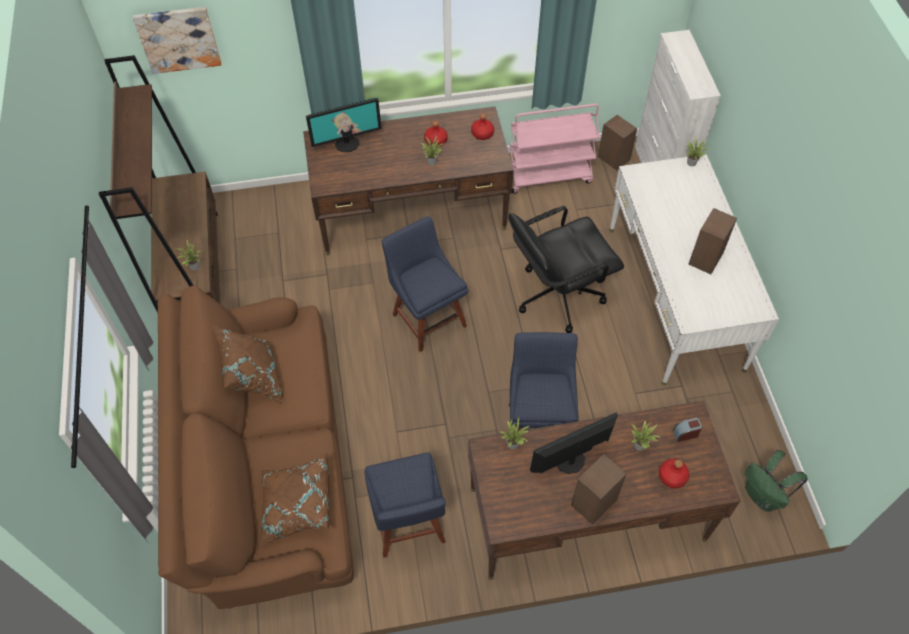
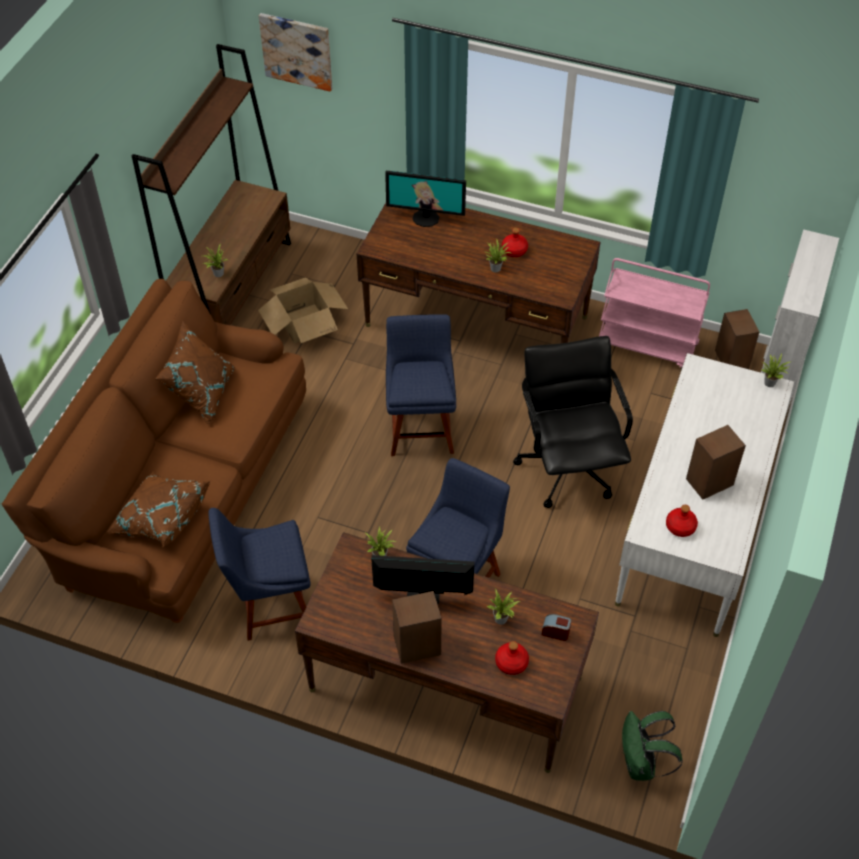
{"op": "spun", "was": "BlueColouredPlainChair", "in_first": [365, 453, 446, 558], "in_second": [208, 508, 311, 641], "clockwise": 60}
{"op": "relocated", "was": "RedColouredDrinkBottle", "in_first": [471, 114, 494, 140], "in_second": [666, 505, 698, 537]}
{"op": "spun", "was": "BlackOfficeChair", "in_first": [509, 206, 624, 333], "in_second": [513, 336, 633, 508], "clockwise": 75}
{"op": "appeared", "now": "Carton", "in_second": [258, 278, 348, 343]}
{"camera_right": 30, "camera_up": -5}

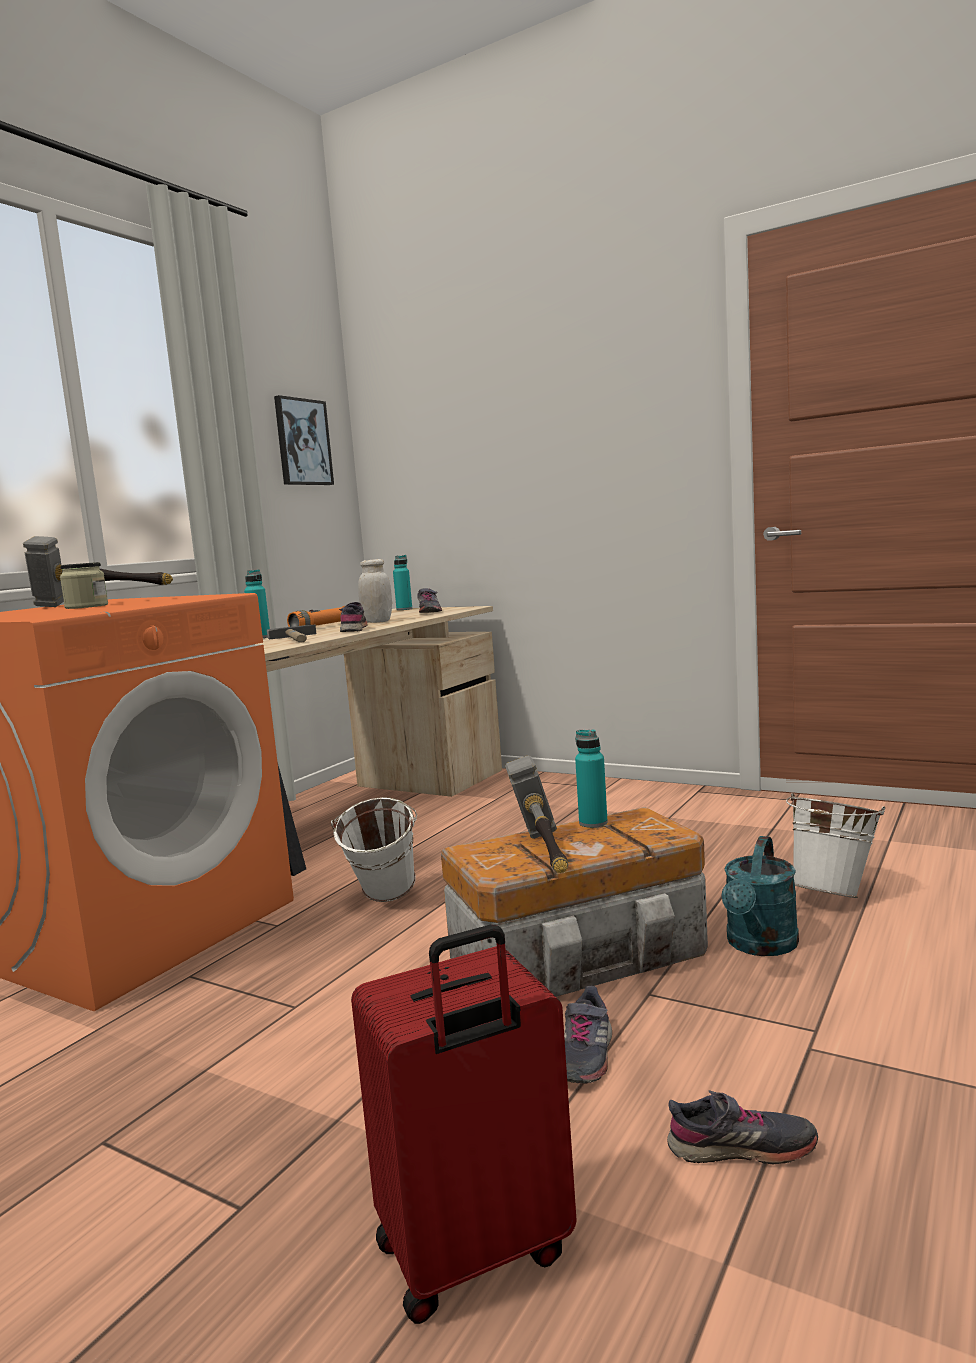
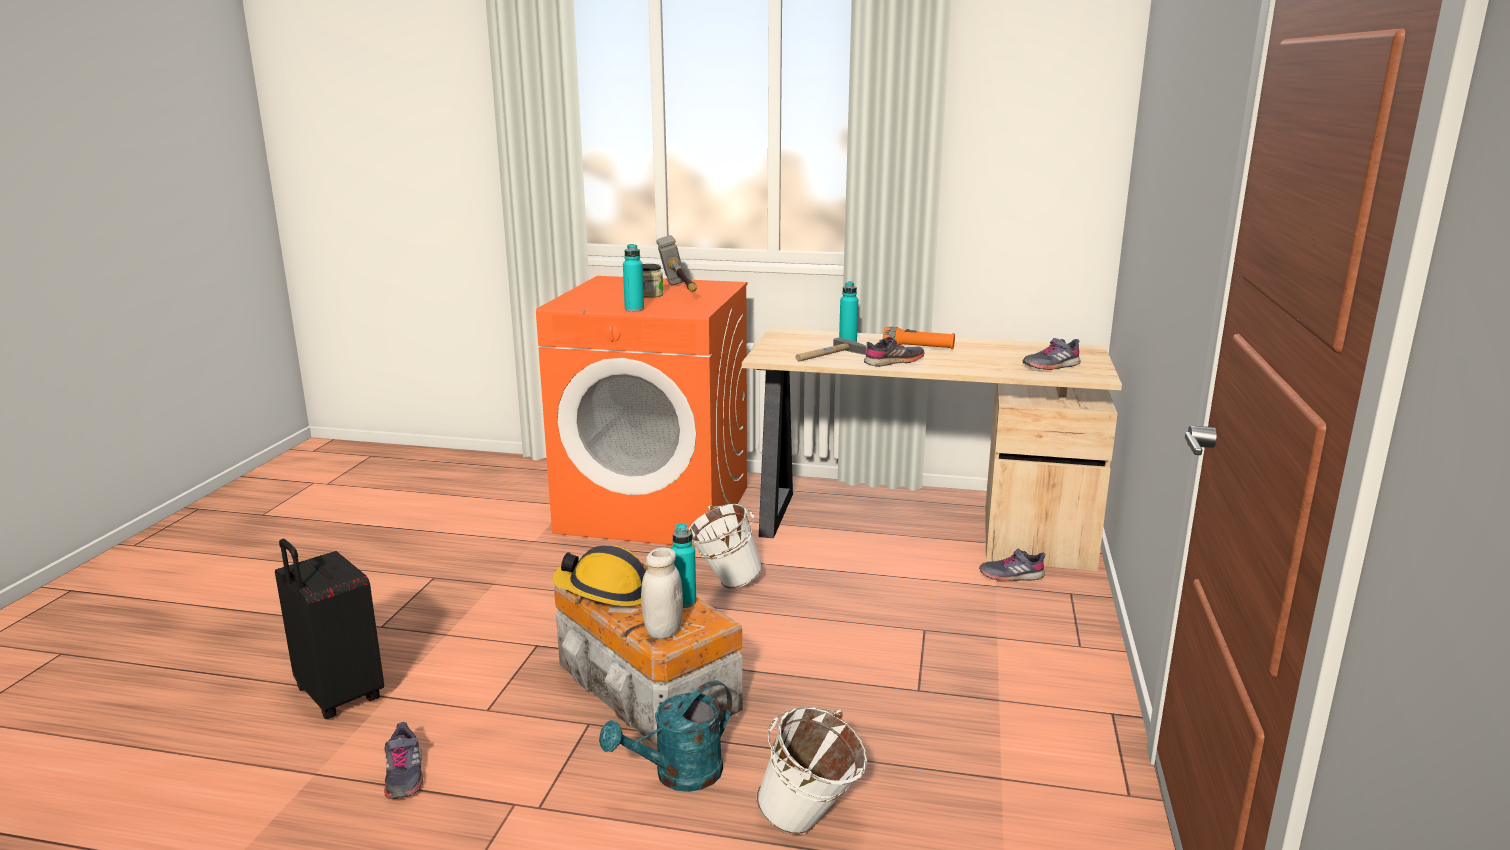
{"op": "missing", "was": "WallArt", "in_first": [274, 395, 334, 485]}
{"op": "colour", "was": "RedColouredSuitcase", "now": "BlackSuitcase", "in_first": [351, 925, 577, 1324], "in_second": [275, 539, 384, 719]}
{"op": "relocated", "was": "WhitishPreserveJar", "in_first": [358, 559, 392, 623], "in_second": [641, 547, 683, 639]}
{"op": "relocated", "was": "TurquoiseDrinkBottle", "in_first": [393, 555, 412, 610], "in_second": [623, 244, 644, 312]}
{"op": "exchanged", "was": "ToolHammer", "now": "SafetyHelmet", "in_first": [505, 756, 568, 873], "in_second": [552, 545, 646, 607]}
{"op": "relocated", "was": "GreyLowShoe", "in_first": [564, 986, 612, 1083], "in_second": [979, 549, 1045, 582]}
{"op": "spun", "was": "TurquoiseWateringPot", "in_first": [722, 836, 799, 956], "in_second": [599, 680, 732, 792], "clockwise": -45}
{"camera_right": 70, "camera_up": 10}

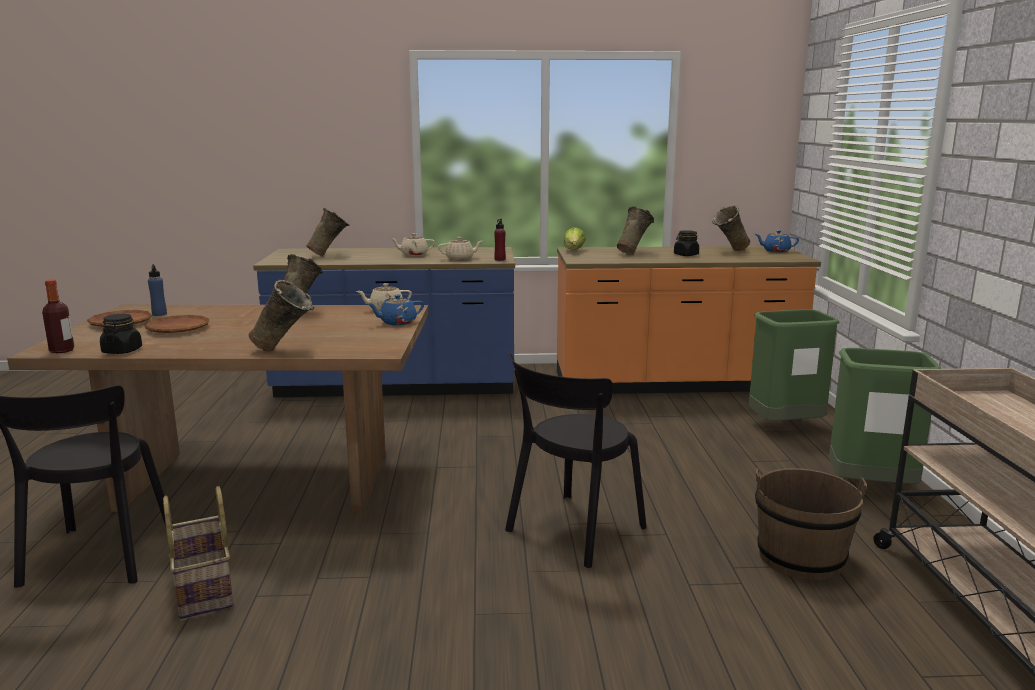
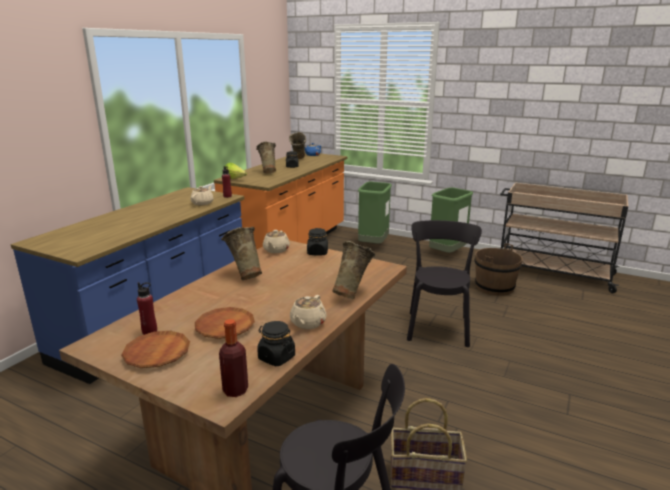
{"op": "colour", "was": "BlueColouredDrinkBottle", "now": "RedColouredDrinkBottle", "in_first": [148, 264, 167, 316], "in_second": [137, 282, 157, 335]}
{"op": "missing", "was": "BeigeDecorativeVase", "in_first": [306, 208, 349, 257]}
{"op": "exchanged", "was": "BlueColouredTeaPot", "now": "BlackPreserveJar", "in_first": [368, 294, 424, 325], "in_second": [307, 228, 328, 256]}
{"op": "relocated", "was": "BeigeTeaPot", "in_first": [390, 233, 435, 256], "in_second": [290, 295, 327, 329]}
{"op": "spun", "was": "BlackPlainChair", "in_first": [505, 353, 647, 568], "in_second": [407, 220, 482, 347], "clockwise": -150}
{"camera_right": -60, "camera_up": 5}

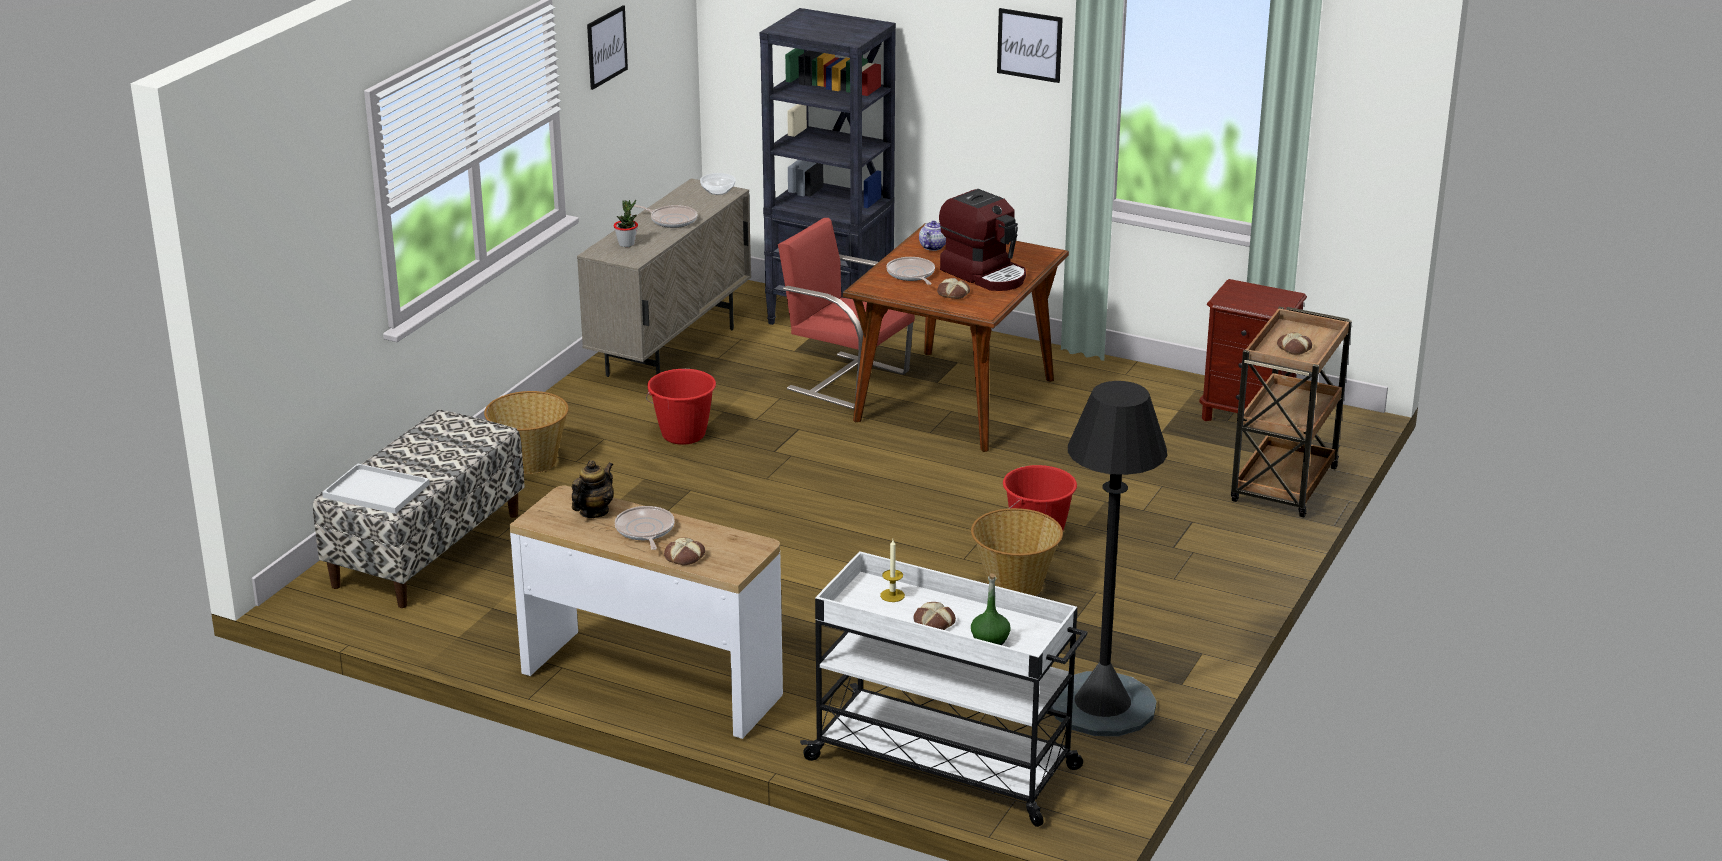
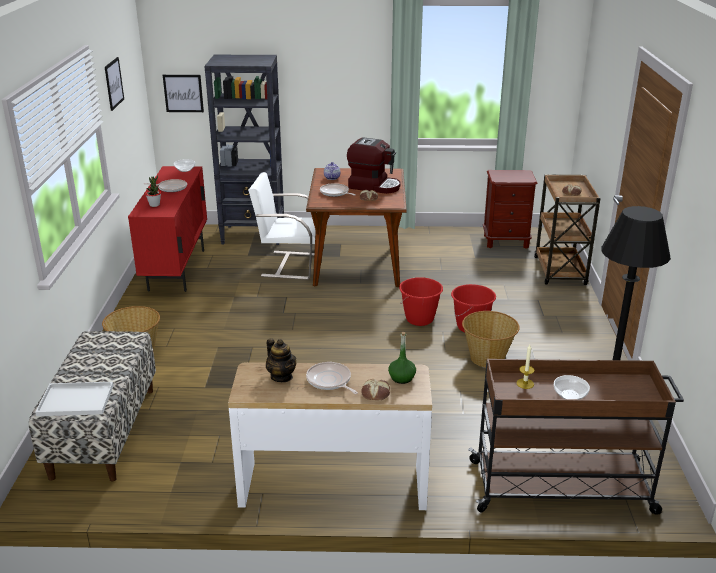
{"op": "spun", "was": "TeaPot", "in_first": [572, 460, 614, 518], "in_second": [266, 338, 296, 382], "clockwise": 135}
{"op": "colour", "was": "BeigeCupboard", "now": "RedColouredCupboard", "in_first": [577, 178, 751, 377], "in_second": [128, 166, 207, 292]}
{"op": "relocated", "was": "RedColouredWaterBucket", "in_first": [646, 369, 716, 445], "in_second": [399, 277, 443, 326]}
{"op": "colour", "was": "RedColouredPlainChair", "now": "WhitishPlainChair", "in_first": [778, 218, 915, 409], "in_second": [248, 172, 316, 280]}
{"op": "colour", "was": "WhitishTrolley", "now": "BrownishTrolley", "in_first": [800, 551, 1087, 827], "in_second": [468, 359, 684, 515]}
{"op": "exchanged", "was": "BakeryBread", "now": "Bowl", "in_first": [913, 602, 956, 630], "in_second": [554, 375, 590, 399]}
{"op": "relocated", "was": "GreenishDrinkBottle", "in_first": [971, 573, 1011, 645], "in_second": [388, 332, 416, 384]}
{"op": "relocated", "was": "WallArt", "in_first": [997, 8, 1063, 83], "in_second": [163, 75, 204, 112]}
{"camera_right": -25, "camera_up": 0}

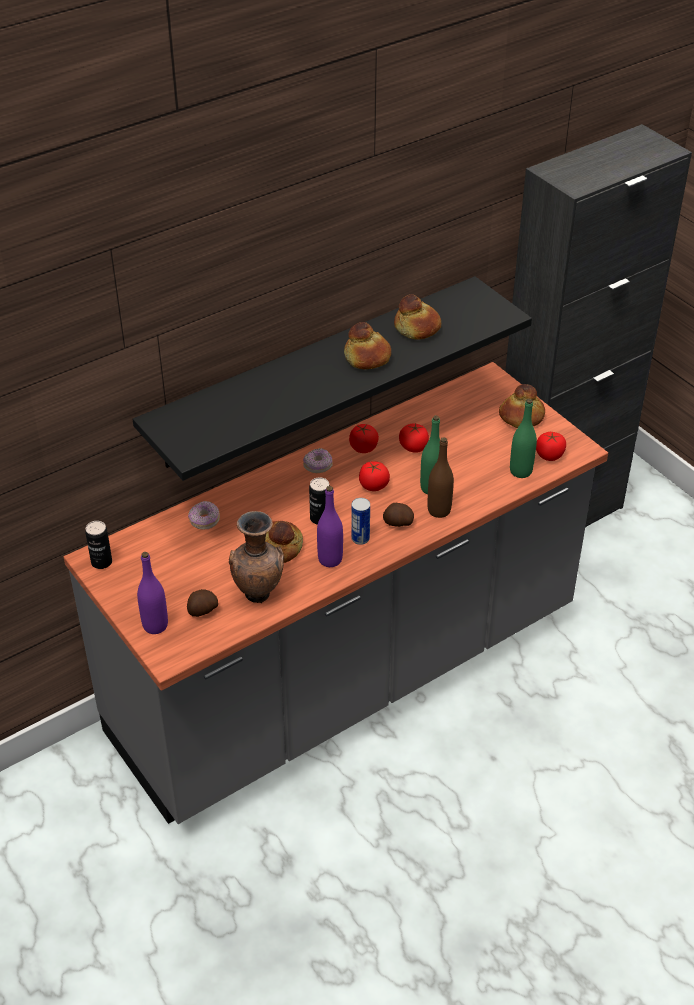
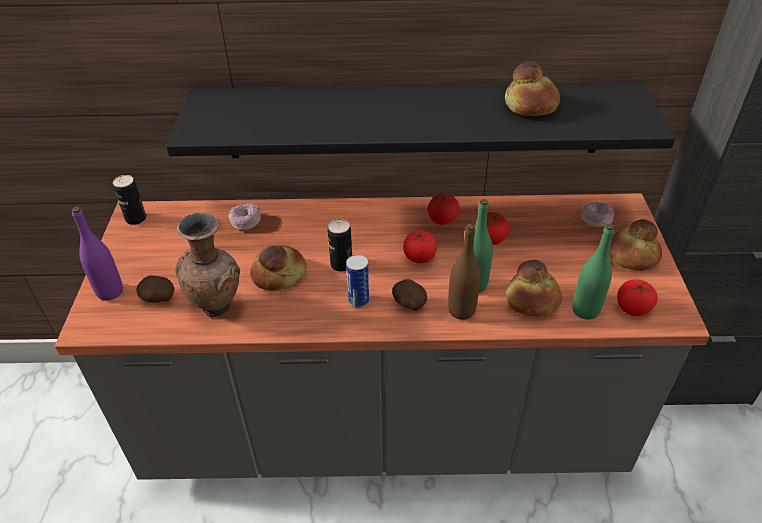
{"op": "relocated", "was": "RingDoughnut", "in_first": [303, 448, 333, 473], "in_second": [581, 202, 614, 227]}
{"op": "missing", "was": "PurpleDrinkBottle", "in_first": [317, 486, 343, 567]}
{"op": "relocated", "was": "BakeryBread", "in_first": [344, 322, 391, 369], "in_second": [506, 260, 562, 317]}
{"camera_right": 35, "camera_up": 0}

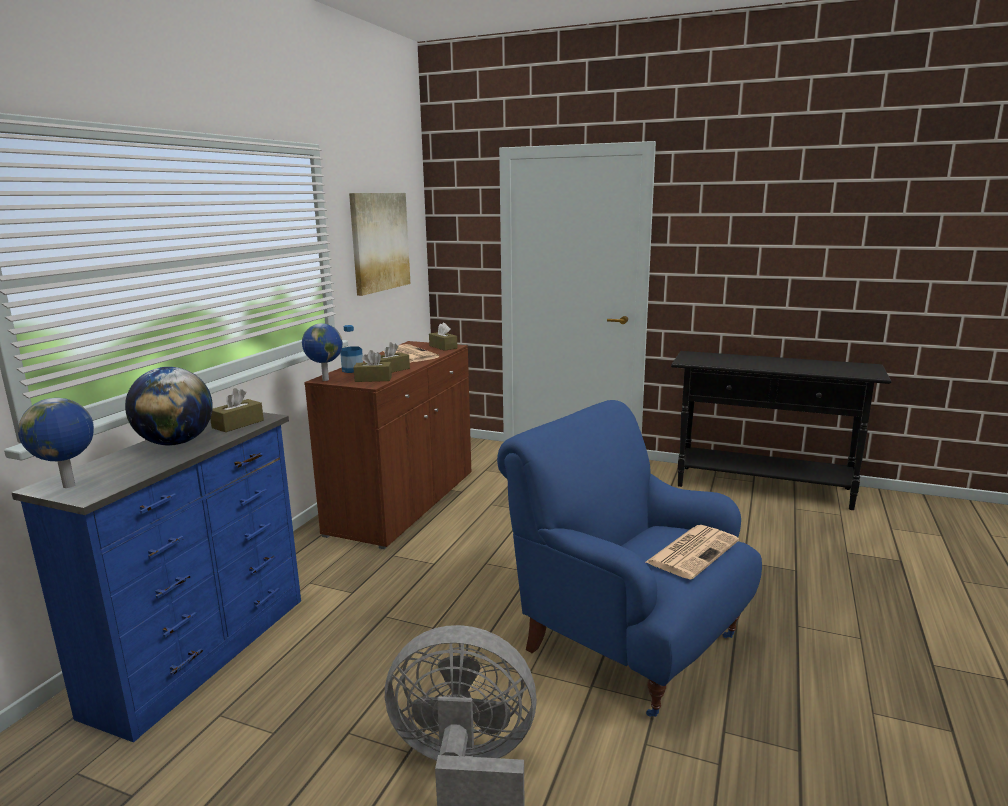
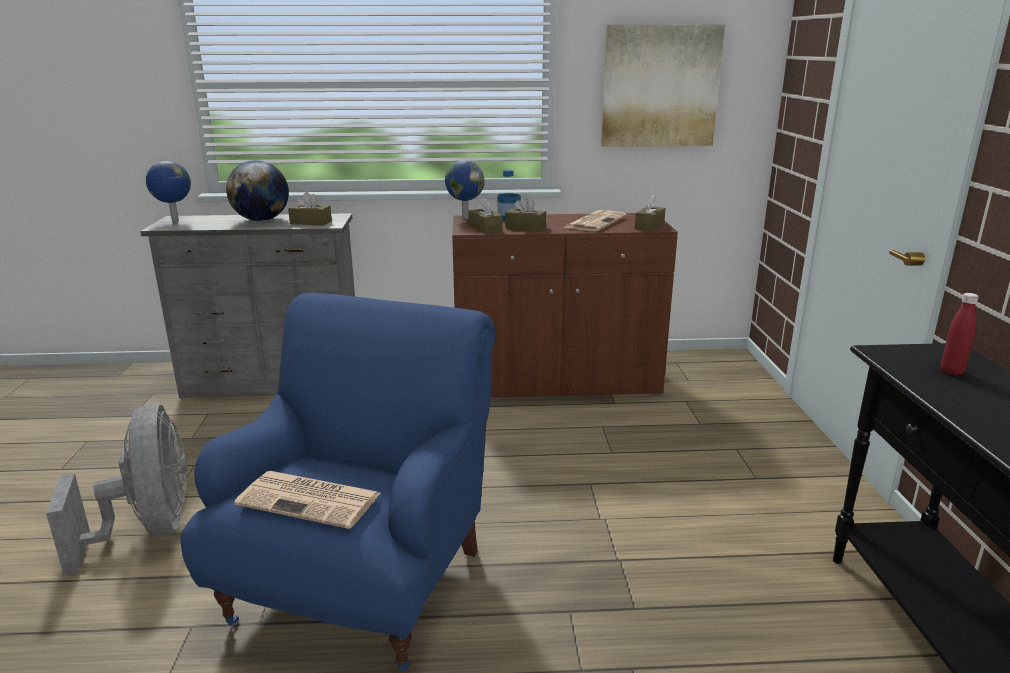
{"op": "colour", "was": "BlueColouredChestOfDrawers", "now": "GreyChestOfDrawers", "in_first": [11, 412, 301, 743], "in_second": [140, 213, 355, 398]}
{"op": "appeared", "now": "RedColouredDrinkBottle", "in_second": [941, 293, 979, 375]}
{"camera_right": 65, "camera_up": 5}

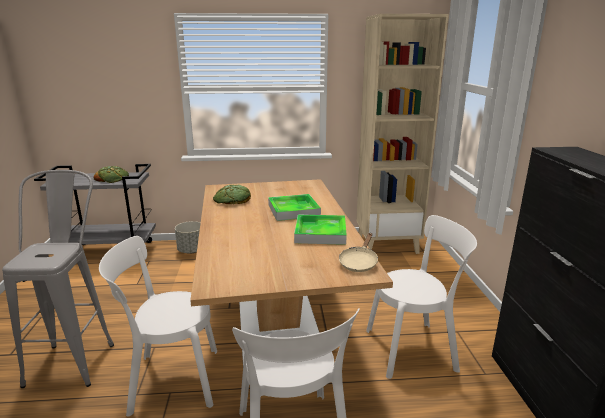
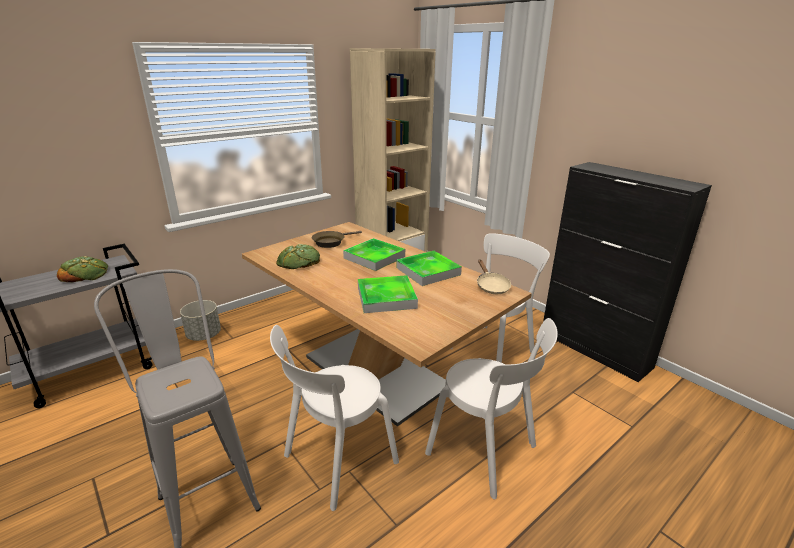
{"op": "appeared", "now": "BrownishPan", "in_second": [312, 231, 362, 248]}
{"op": "appeared", "now": "CarryingTray", "in_second": [358, 275, 418, 313]}
{"camera_right": -35, "camera_up": 5}

